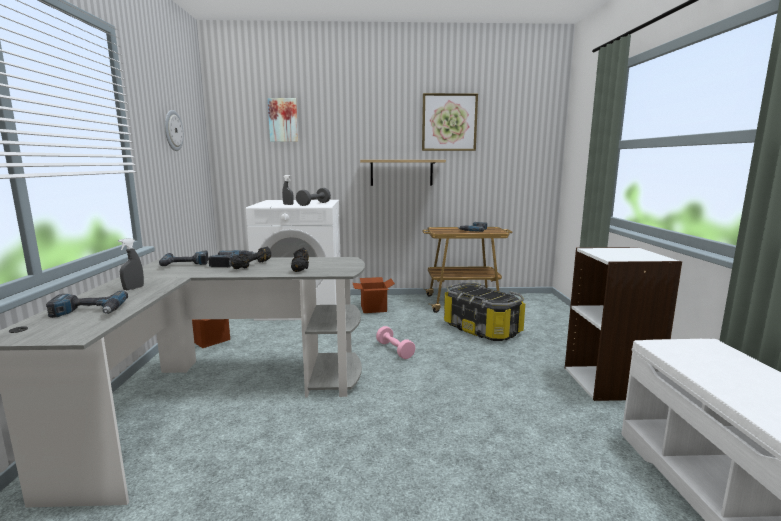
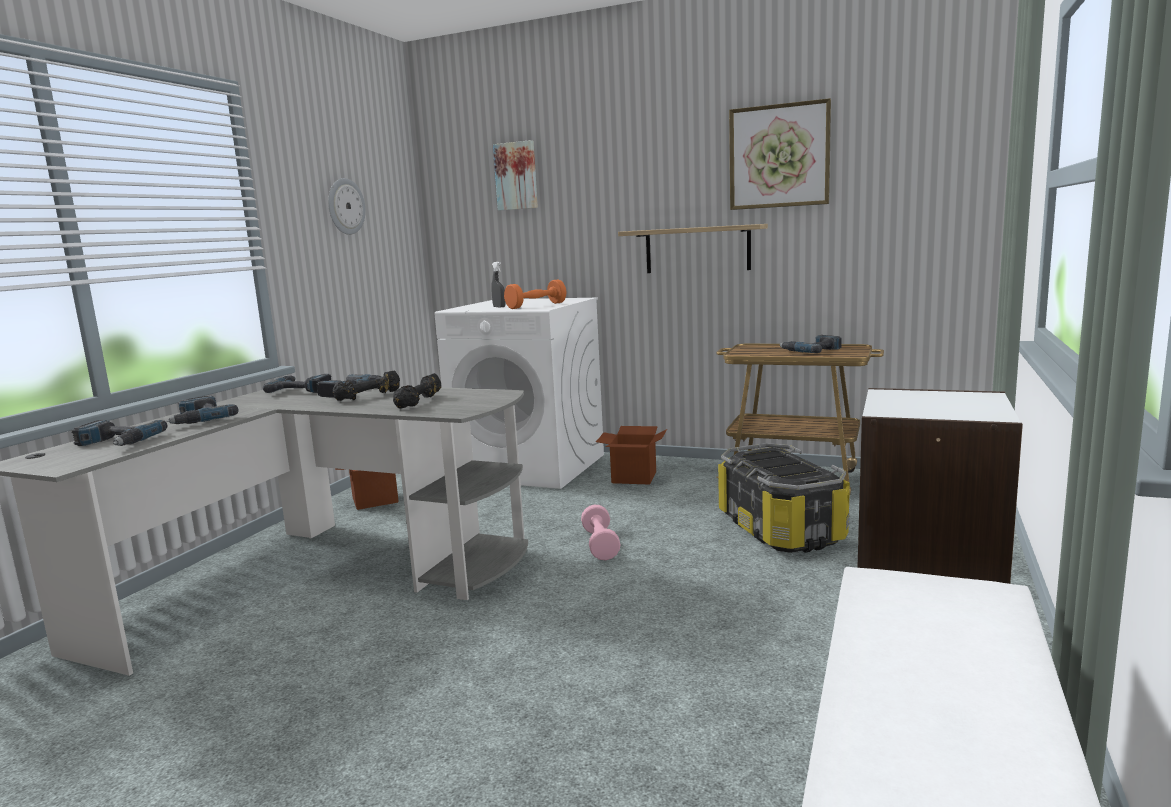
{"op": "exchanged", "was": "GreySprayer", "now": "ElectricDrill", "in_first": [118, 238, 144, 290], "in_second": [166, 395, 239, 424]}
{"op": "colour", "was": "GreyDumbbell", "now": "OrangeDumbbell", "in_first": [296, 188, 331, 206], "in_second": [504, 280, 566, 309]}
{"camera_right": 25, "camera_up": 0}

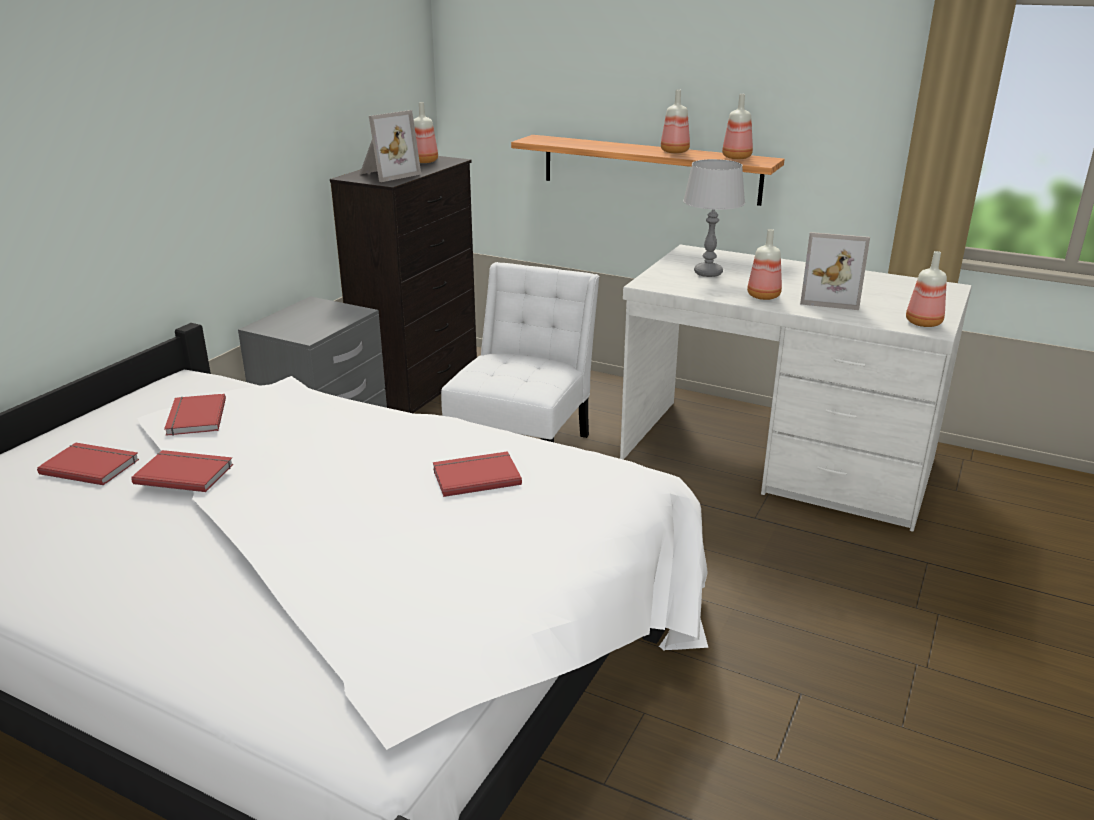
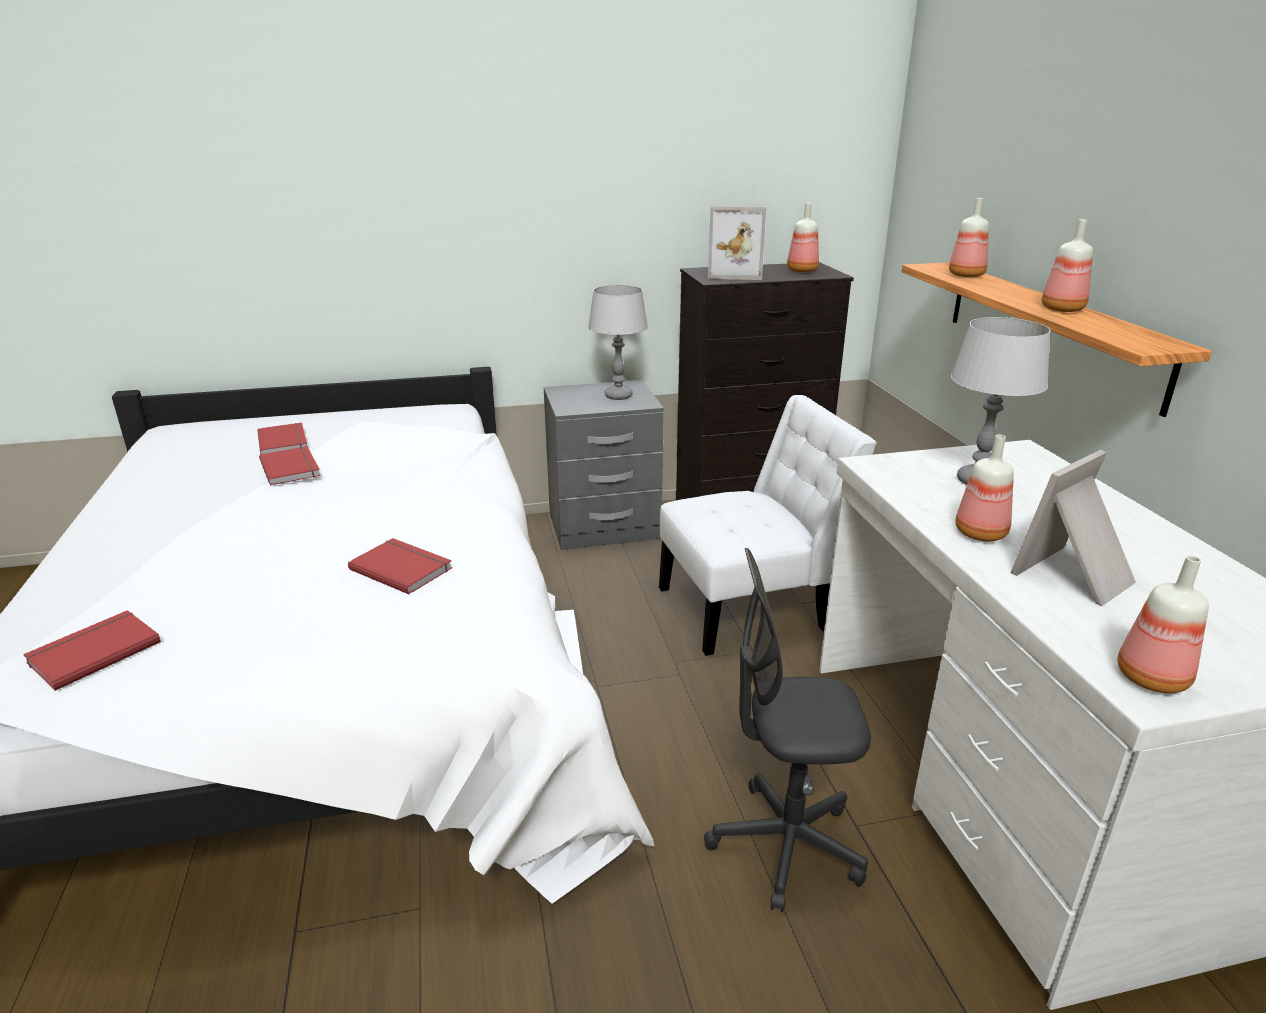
{"op": "relocated", "was": "RedColouredBook", "in_first": [164, 394, 226, 436], "in_second": [23, 610, 161, 691]}
{"op": "relocated", "was": "DrinkBottle", "in_first": [722, 94, 753, 159], "in_second": [949, 198, 989, 277]}
{"op": "spun", "was": "StandingFrame", "in_first": [800, 232, 870, 310], "in_second": [1011, 450, 1136, 607], "clockwise": 75}
{"op": "appeared", "now": "GreyTableLamp", "in_second": [588, 285, 648, 400]}
{"op": "appeared", "now": "GreyOfficeChair", "in_second": [704, 548, 871, 912]}
{"camera_right": 50, "camera_up": 0}

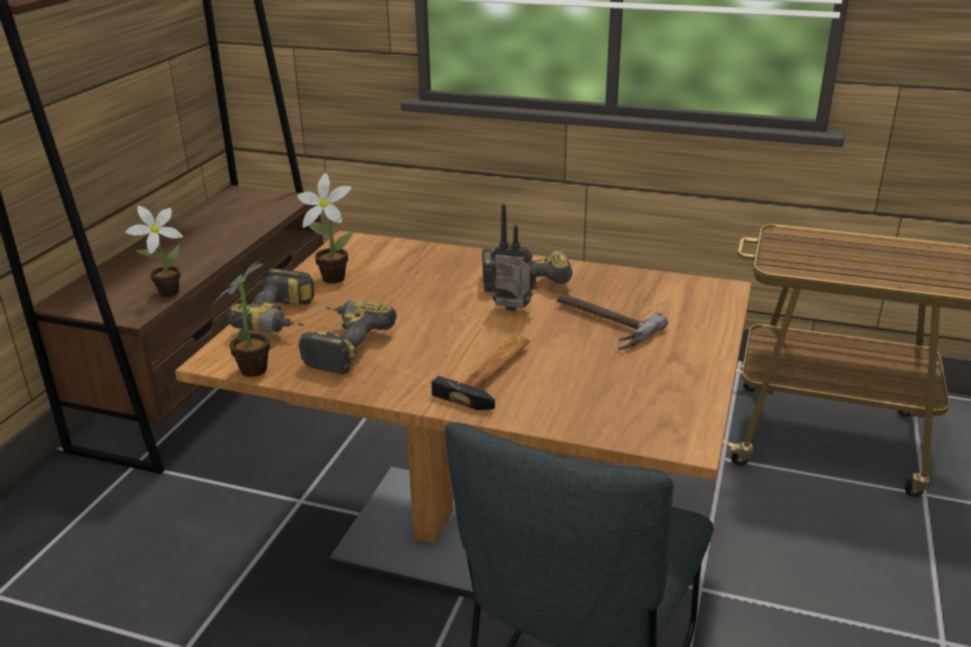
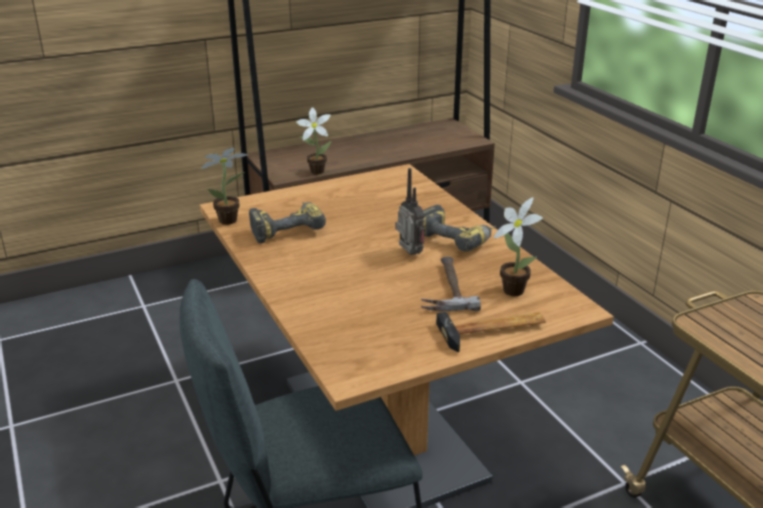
{"op": "missing", "was": "ElectricDrill", "in_first": [227, 268, 314, 333]}
{"op": "relocated", "was": "PlantInAPot", "in_first": [297, 173, 355, 284], "in_second": [494, 197, 543, 296]}
{"op": "relocated", "was": "ToolHammer", "in_first": [431, 336, 530, 410], "in_second": [436, 312, 546, 352]}
{"camera_right": 45, "camera_up": 0}

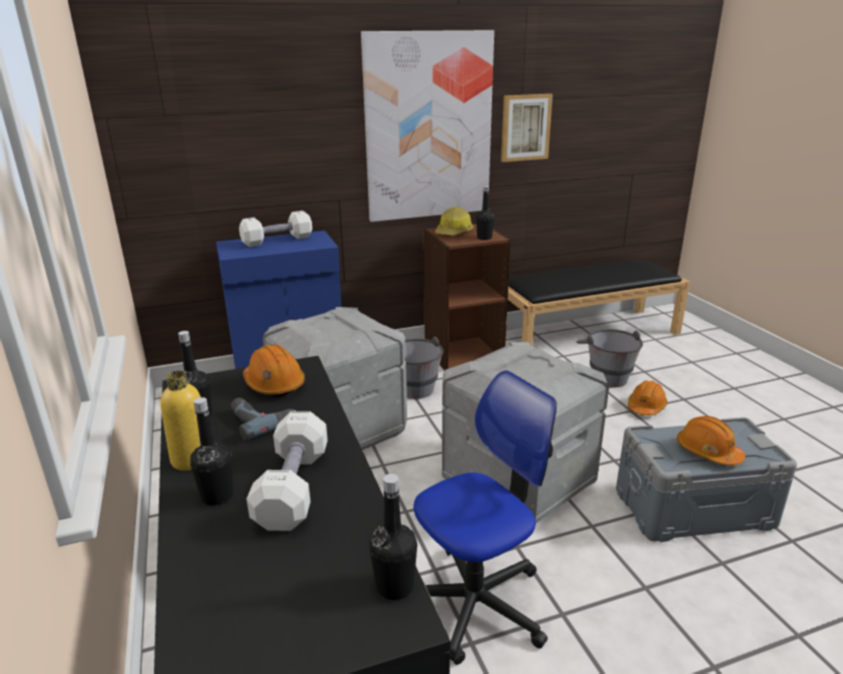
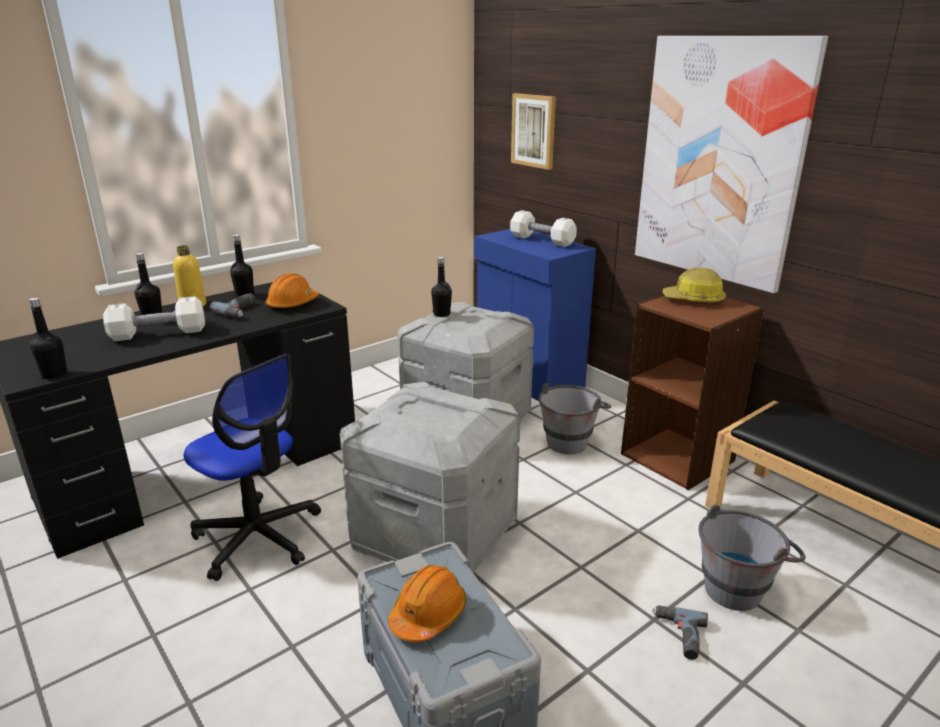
{"op": "relocated", "was": "BlackDrinkBottle", "in_first": [476, 186, 494, 240], "in_second": [431, 257, 452, 317]}
{"op": "relocated", "was": "WallArt", "in_first": [501, 94, 553, 162], "in_second": [511, 93, 556, 170]}
{"op": "exchanged", "was": "OrangeSafetyHelmet", "now": "ElectricDrill", "in_first": [628, 380, 667, 415], "in_second": [652, 605, 708, 660]}
{"camera_right": 70, "camera_up": 0}

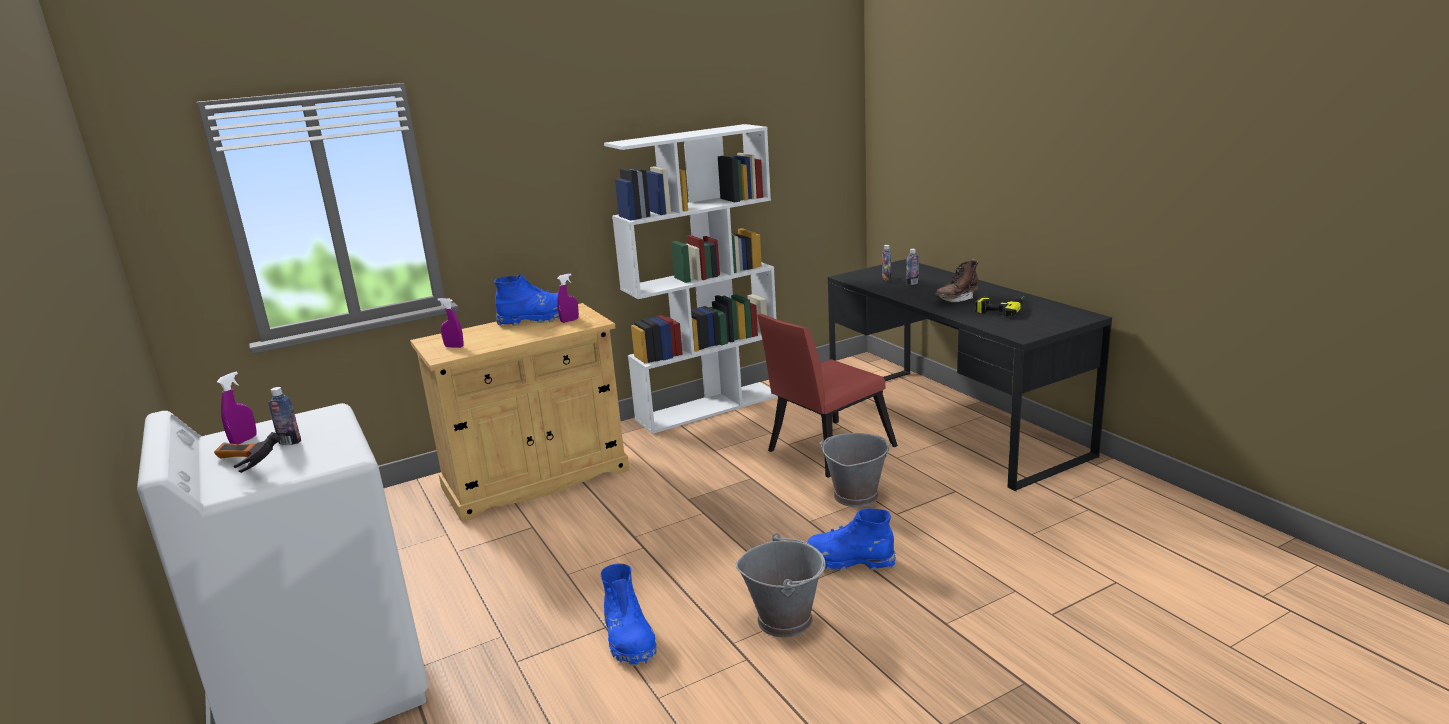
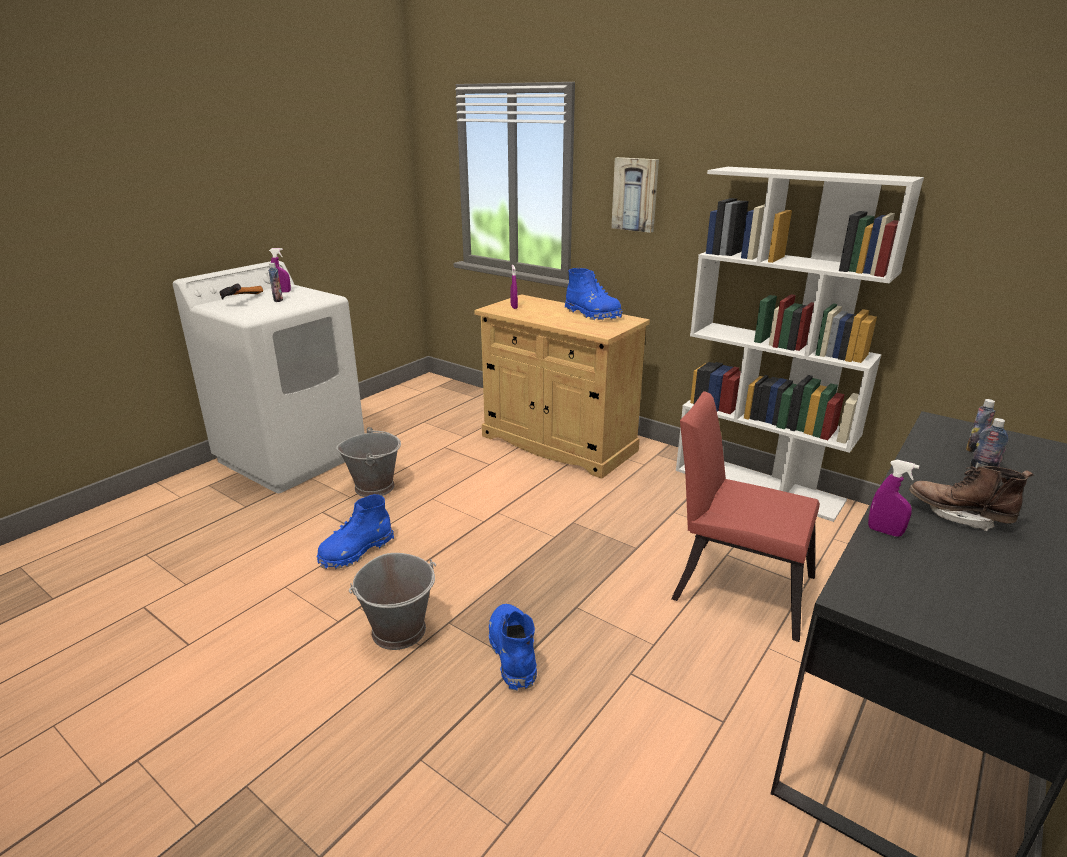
{"op": "relocated", "was": "PurpleSprayer", "in_first": [557, 273, 579, 323], "in_second": [868, 460, 920, 537]}
{"op": "relocated", "was": "GreyWaterBucket", "in_first": [819, 433, 892, 507], "in_second": [336, 427, 401, 497]}
{"op": "missing", "was": "ElectricDrill", "in_first": [975, 295, 1025, 317]}
{"op": "appeared", "now": "WallArt", "in_second": [611, 157, 659, 233]}
{"camera_right": 65, "camera_up": 5}

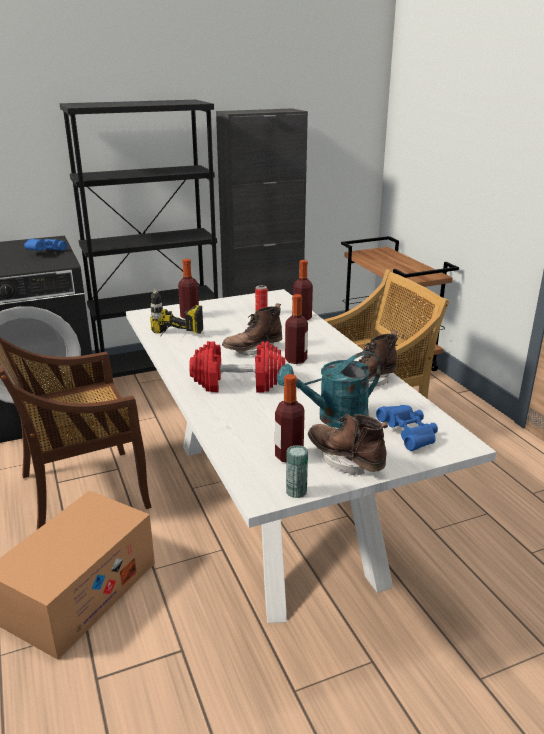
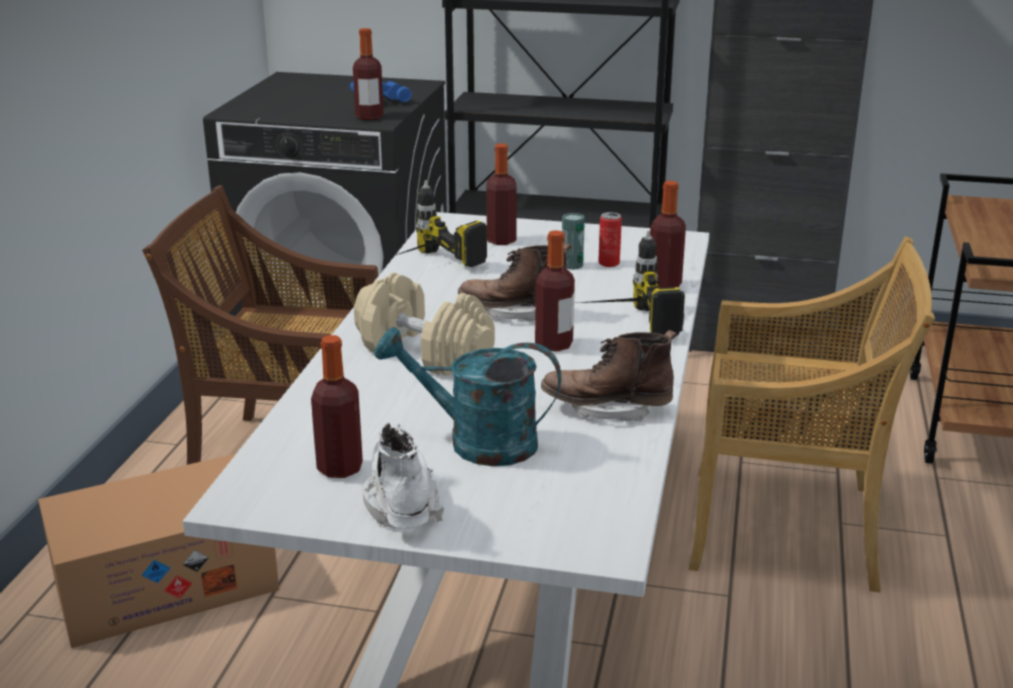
{"op": "colour", "was": "RedColouredDumbbell", "now": "BeigeDumbbell", "in_first": [189, 341, 285, 392], "in_second": [354, 272, 495, 376]}
{"op": "relocated", "was": "SealedCan", "in_first": [286, 445, 308, 498], "in_second": [562, 213, 585, 270]}
{"op": "colour", "was": "BrownishHighTopBoot", "now": "WhitishHighTopBoot", "in_first": [308, 414, 388, 477], "in_second": [362, 423, 444, 529]}
{"op": "missing", "was": "BlueColouredBinoculars", "in_first": [376, 405, 438, 451]}
{"op": "appeared", "now": "DrinkBottle", "in_second": [353, 28, 384, 120]}
{"op": "appeared", "now": "ElectricDrill", "in_second": [578, 231, 685, 336]}
{"camera_right": 35, "camera_up": 0}

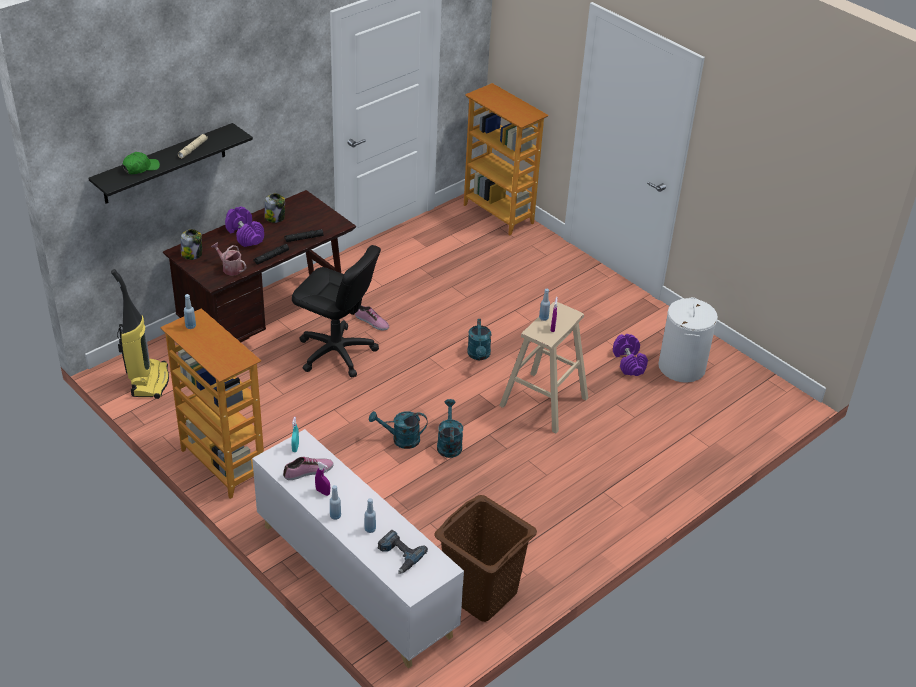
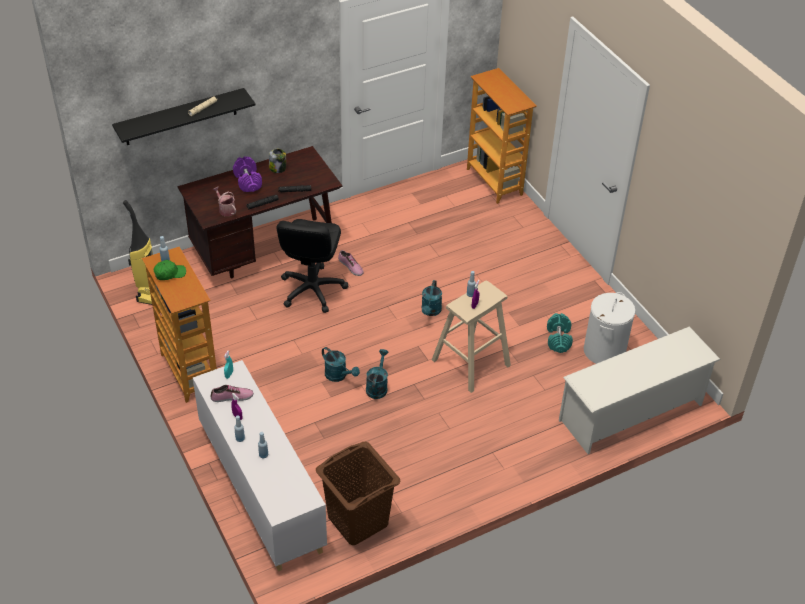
{"op": "relocated", "was": "GreenishCap", "in_first": [122, 152, 160, 174], "in_second": [153, 260, 186, 280]}
{"op": "missing", "was": "PreserveJar", "in_first": [181, 229, 202, 260]}
{"op": "spun", "was": "BlackOfficeChair", "in_first": [292, 245, 381, 377], "in_second": [277, 219, 349, 313], "clockwise": 60}
{"op": "spun", "was": "TurquoiseWateringPot", "in_first": [369, 411, 427, 449], "in_second": [322, 347, 360, 382], "clockwise": -150}
{"op": "missing", "was": "ElectricDrill", "in_first": [378, 530, 428, 574]}
{"op": "colour", "was": "PurpleDumbbell", "now": "TurquoiseDumbbell", "in_first": [613, 334, 648, 376], "in_second": [547, 313, 573, 353]}
{"op": "appeared", "now": "WhitishShoeShelf", "in_second": [559, 326, 721, 454]}
{"camera_right": 15, "camera_up": 5}

